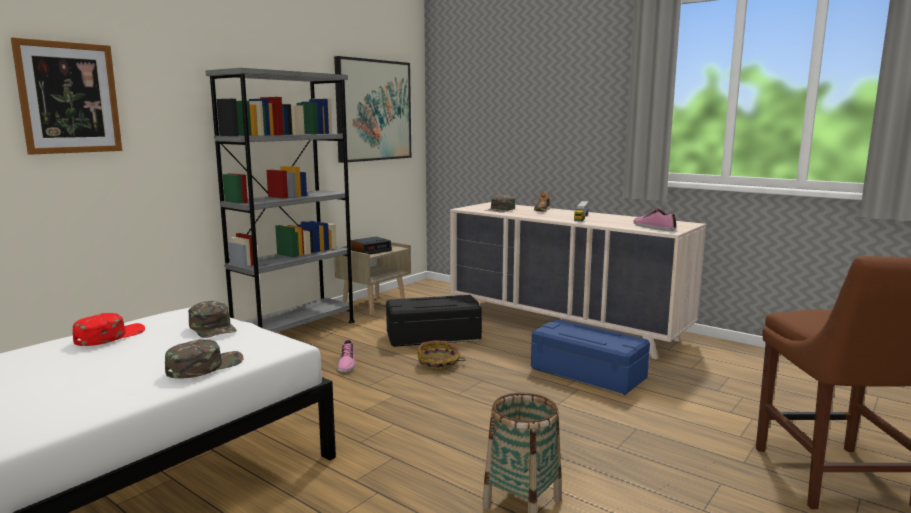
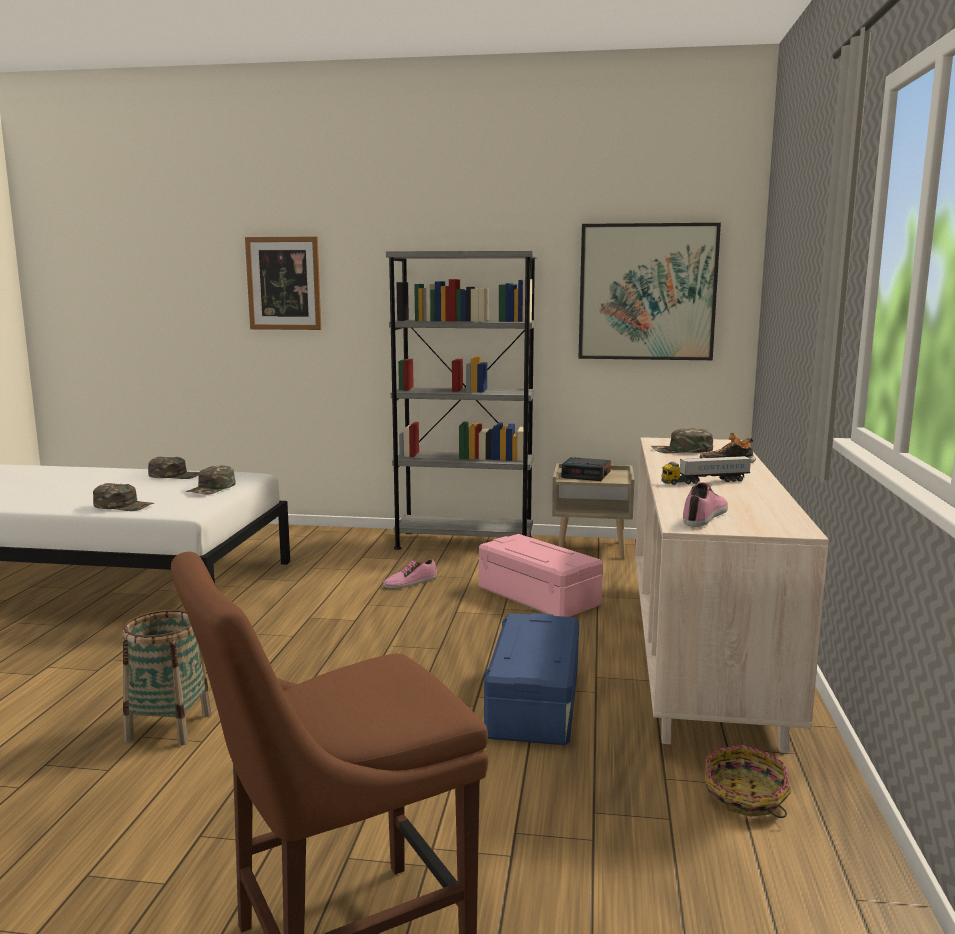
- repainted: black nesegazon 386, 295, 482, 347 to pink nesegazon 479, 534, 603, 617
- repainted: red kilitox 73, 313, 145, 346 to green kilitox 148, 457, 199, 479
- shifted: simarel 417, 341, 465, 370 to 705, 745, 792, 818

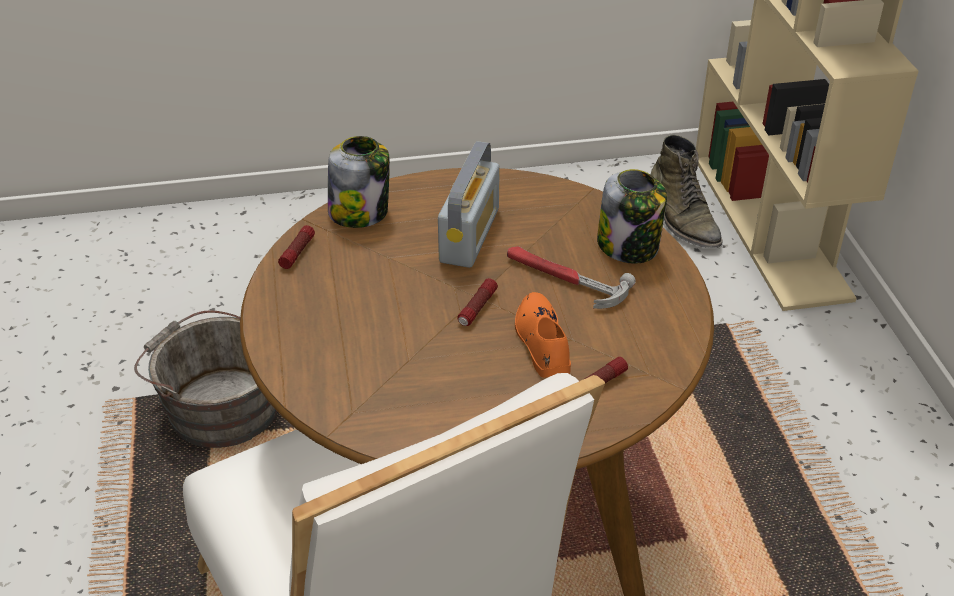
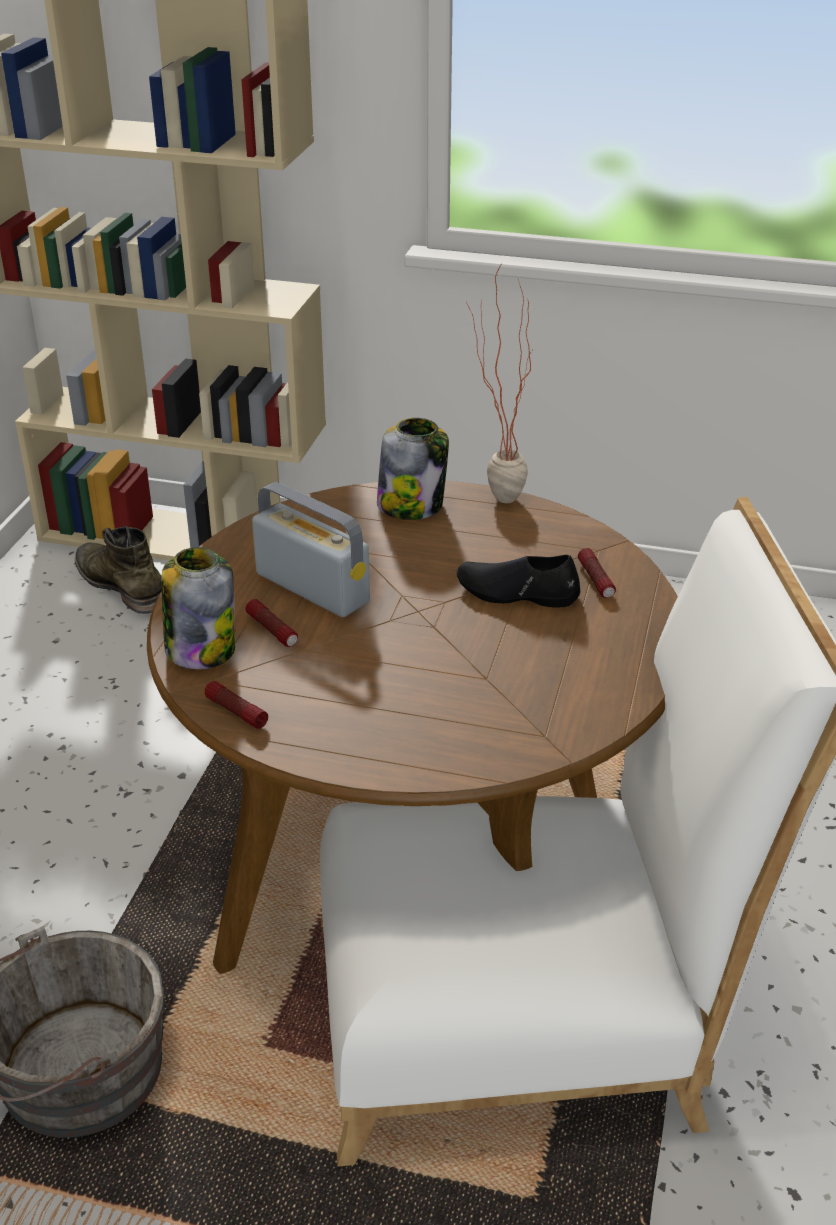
- rotated: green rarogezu 651, 135, 722, 248 = 75, 526, 162, 614 135 degrees counterclockwise
- gone: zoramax 507, 246, 636, 309
- shifted: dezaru 458, 278, 498, 326 to 245, 599, 298, 647
- repainted: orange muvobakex 515, 292, 571, 378 to black muvobakex 456, 555, 580, 608
- new: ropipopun 466, 263, 532, 503

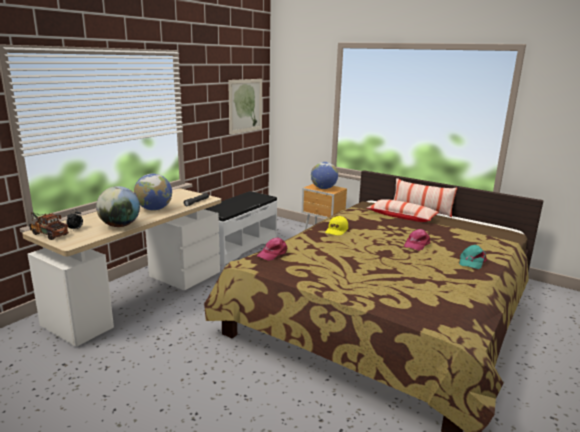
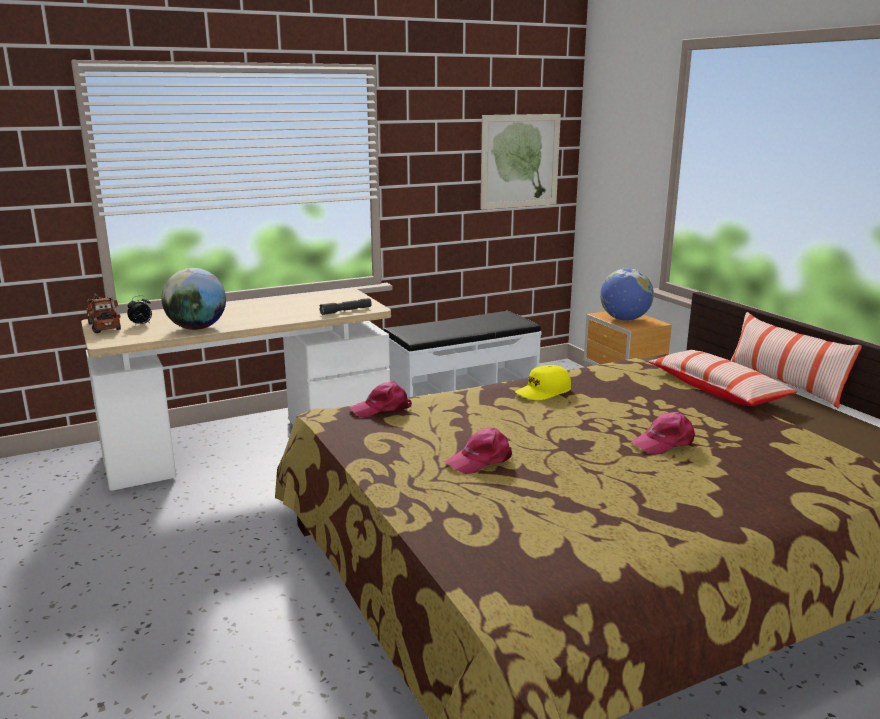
- gone: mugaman 134, 174, 172, 211
- gone: turquoise kilitox 460, 245, 487, 269
- new: pink kilitox 445, 427, 512, 474

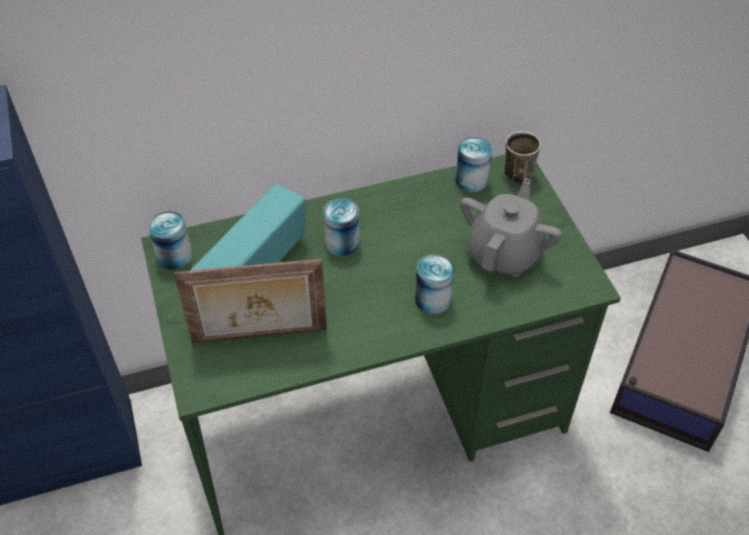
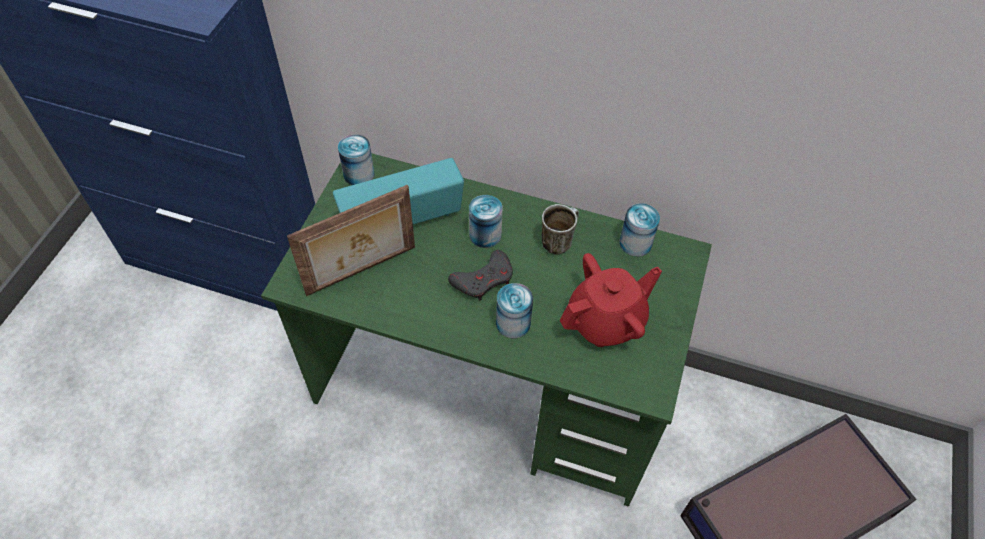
- shifted: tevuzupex 504, 131, 541, 183 to 542, 204, 579, 254
- repainted: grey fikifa 460, 178, 562, 277 to red fikifa 559, 253, 662, 347
- rotated: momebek 174, 259, 327, 343 = 287, 185, 415, 296 60 degrees counterclockwise
- new: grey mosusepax 448, 250, 513, 300

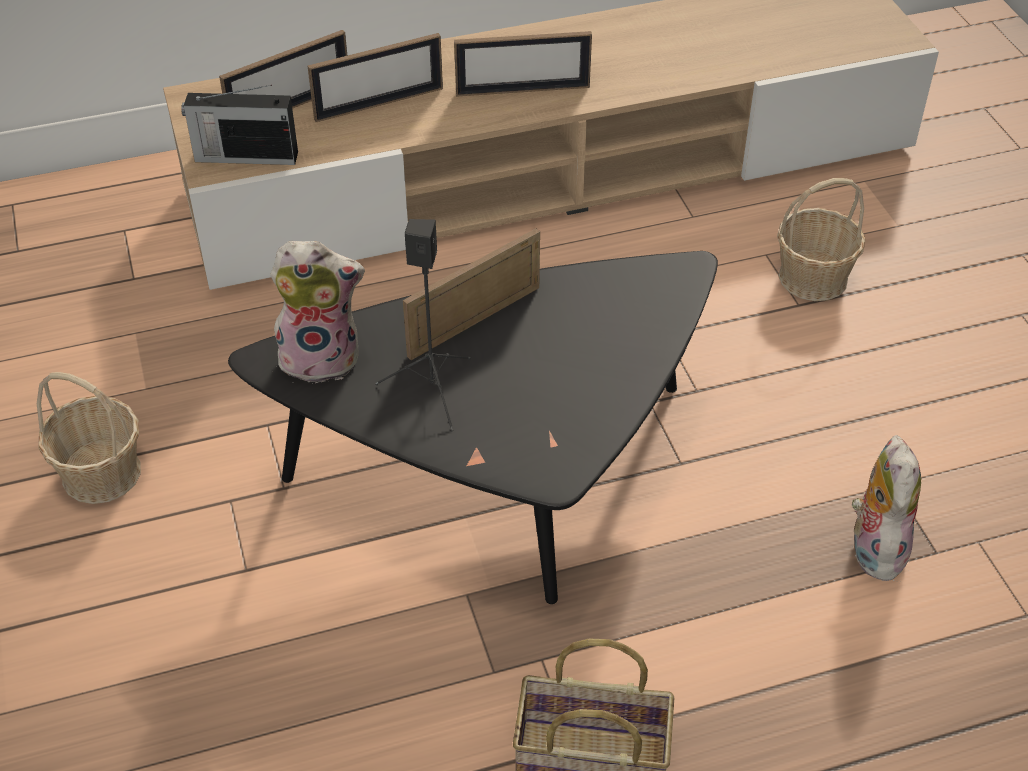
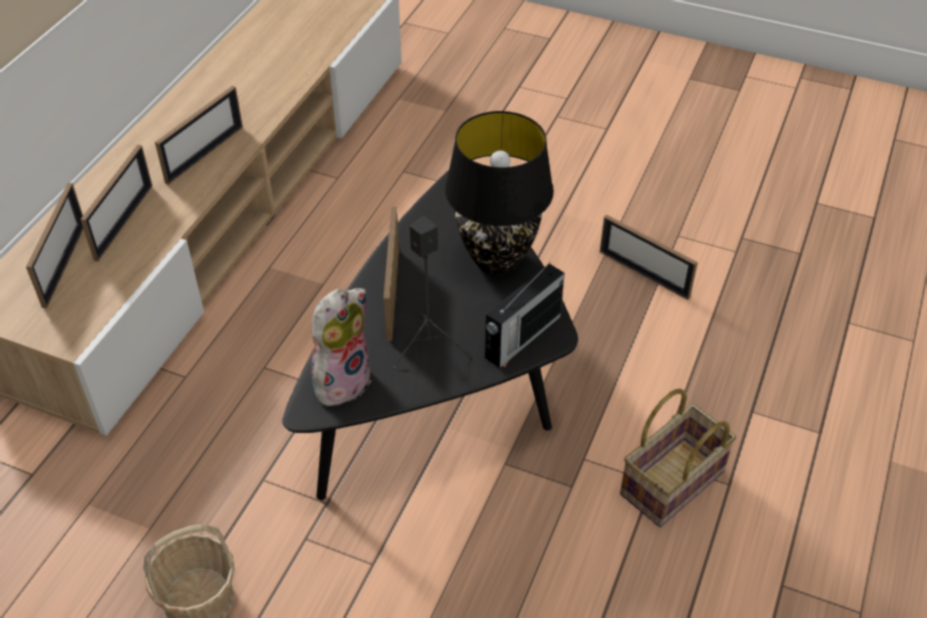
- shifted: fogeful 181, 85, 298, 165 to 485, 262, 565, 368
- gone: simarel 777, 178, 866, 301
- swapped: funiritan 852, 435, 921, 581 to momebek 600, 215, 698, 300
- new: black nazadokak 445, 111, 554, 275

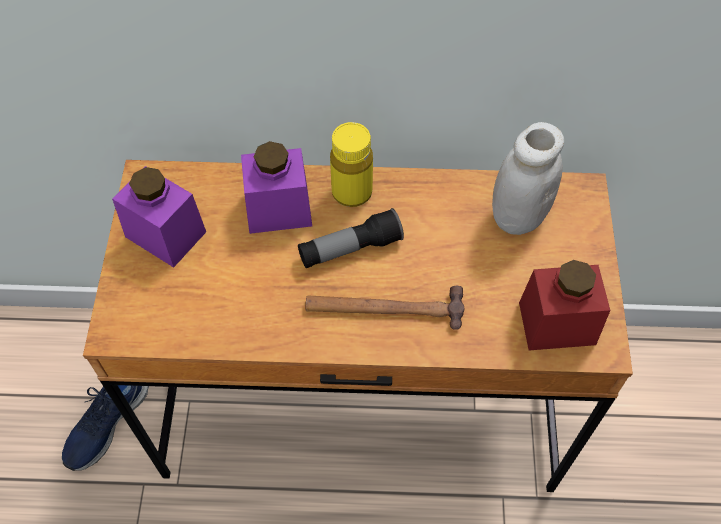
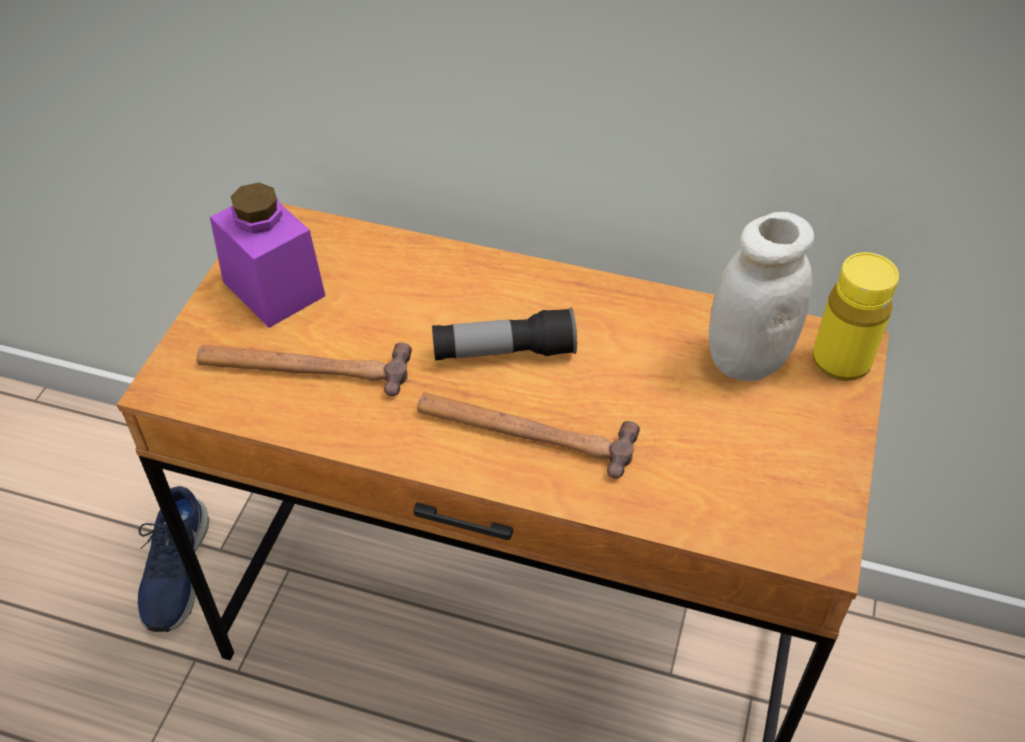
- shifted: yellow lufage 330, 122, 373, 207 to 813, 252, 899, 381
- gone: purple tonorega 241, 141, 312, 234
- gone: red tonorega 519, 260, 610, 350
- rotated: blue muvobakex 62, 385, 149, 471 = 137, 486, 209, 632 45 degrees counterclockwise
- new: zoramax 197, 343, 412, 396

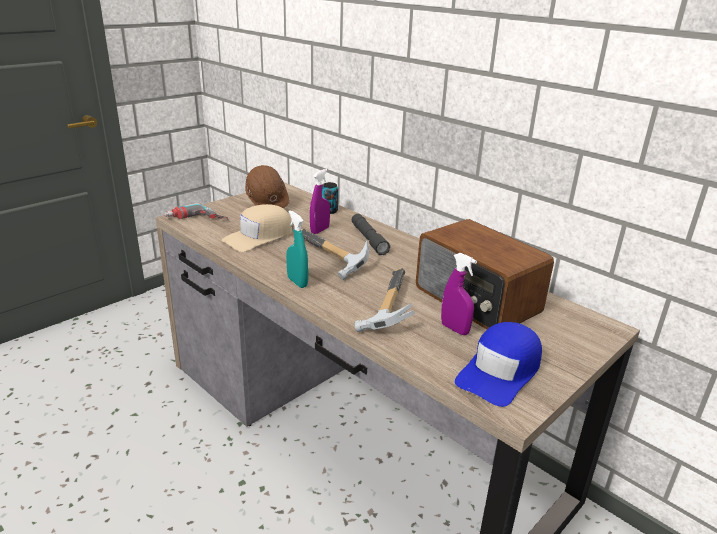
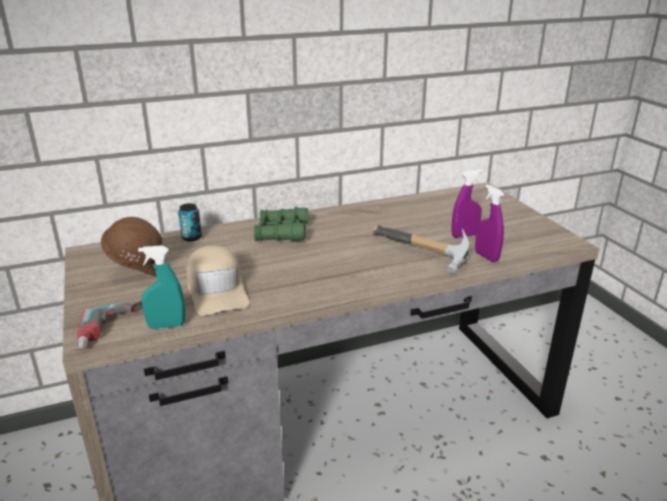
- shifted: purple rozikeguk 310, 169, 330, 234 to 475, 184, 504, 262
- shifted: turquoise rozikeguk 286, 210, 309, 288 to 138, 245, 185, 329
- swapped: grey dezaru 352, 214, 390, 255 to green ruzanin 254, 207, 309, 242
- gone: fogeful 416, 219, 554, 329
- gone: zoramax 301, 229, 370, 280
- gone: blue kilitox 455, 322, 542, 407

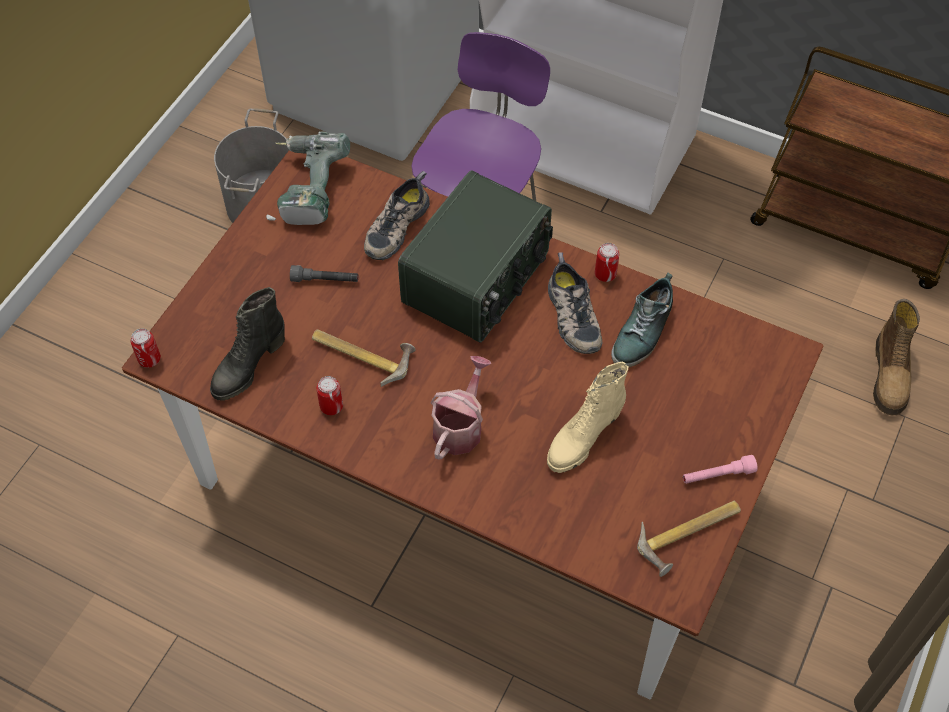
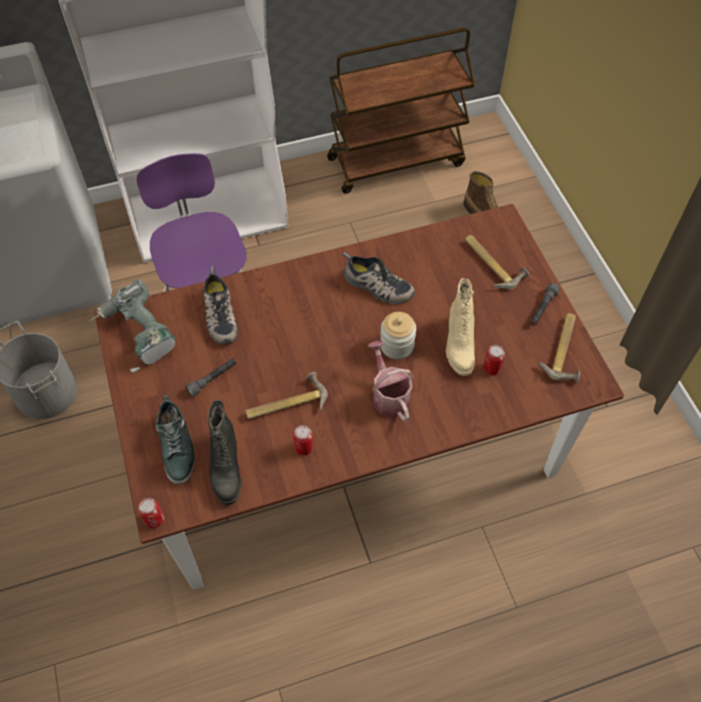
- gone: fogeful 398, 170, 553, 342
- shifted: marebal 595, 243, 619, 282 to 483, 345, 505, 375
- shifted: muvobakex 611, 273, 673, 368 to 156, 395, 195, 484
- repainted: pink dezaru 683, 455, 758, 484 to grey dezaru 530, 283, 560, 325
- new: zoramax 465, 235, 529, 289
- new: tonorega 380, 312, 416, 359

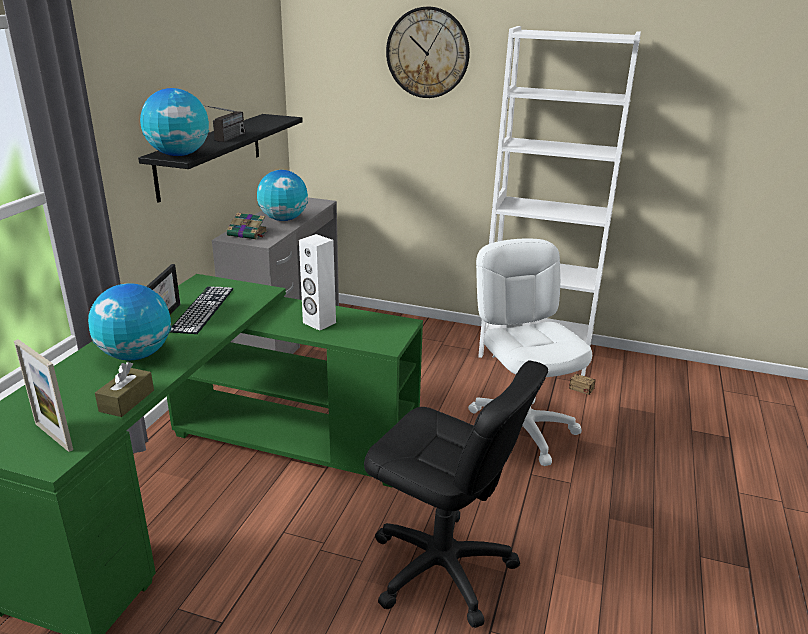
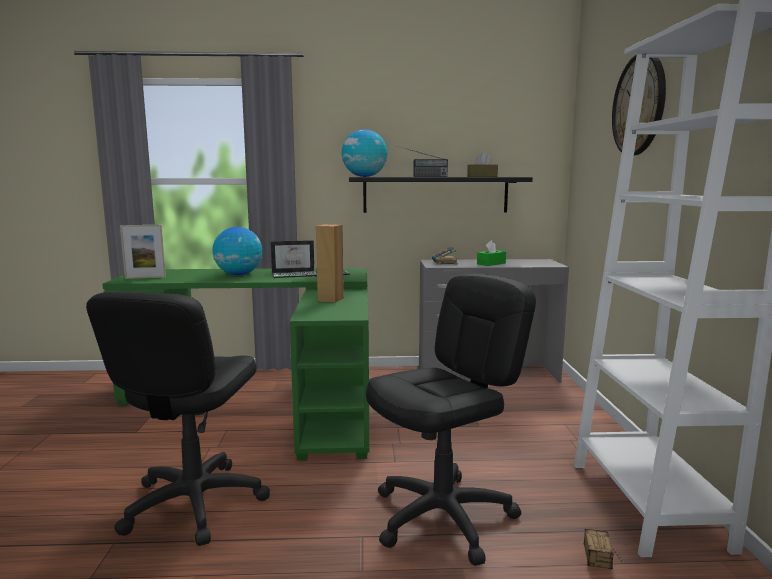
- swapped: mugaman 257, 170, 308, 221 to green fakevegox 477, 240, 506, 266
- repainted: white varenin 299, 234, 336, 331 to brown varenin 316, 224, 344, 303
- repainted: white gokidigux 468, 239, 592, 466 to black gokidigux 366, 274, 536, 566
- rotated: momebek 14, 339, 73, 452 = 120, 225, 166, 279 120 degrees counterclockwise
- shifted: brown fakevegox 95, 362, 154, 417 to 467, 152, 498, 177

